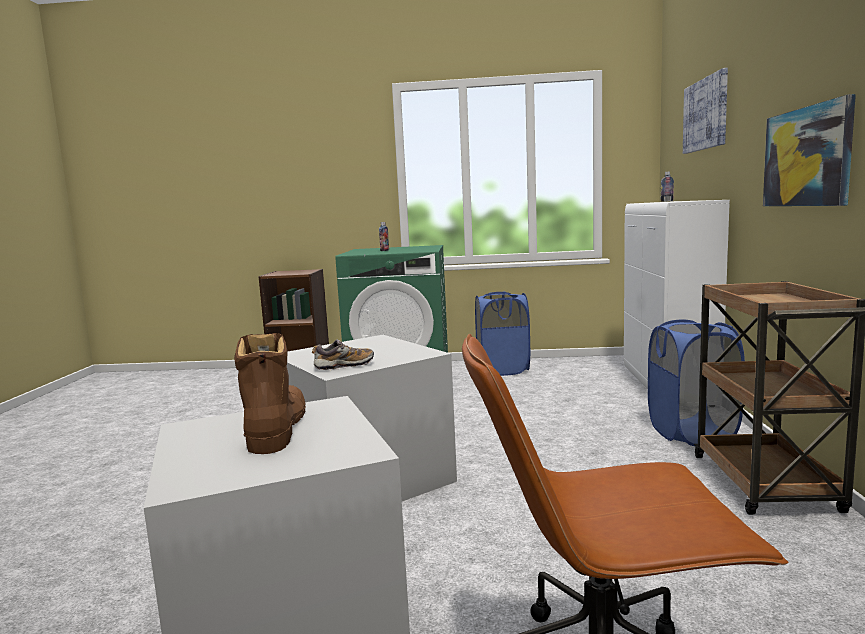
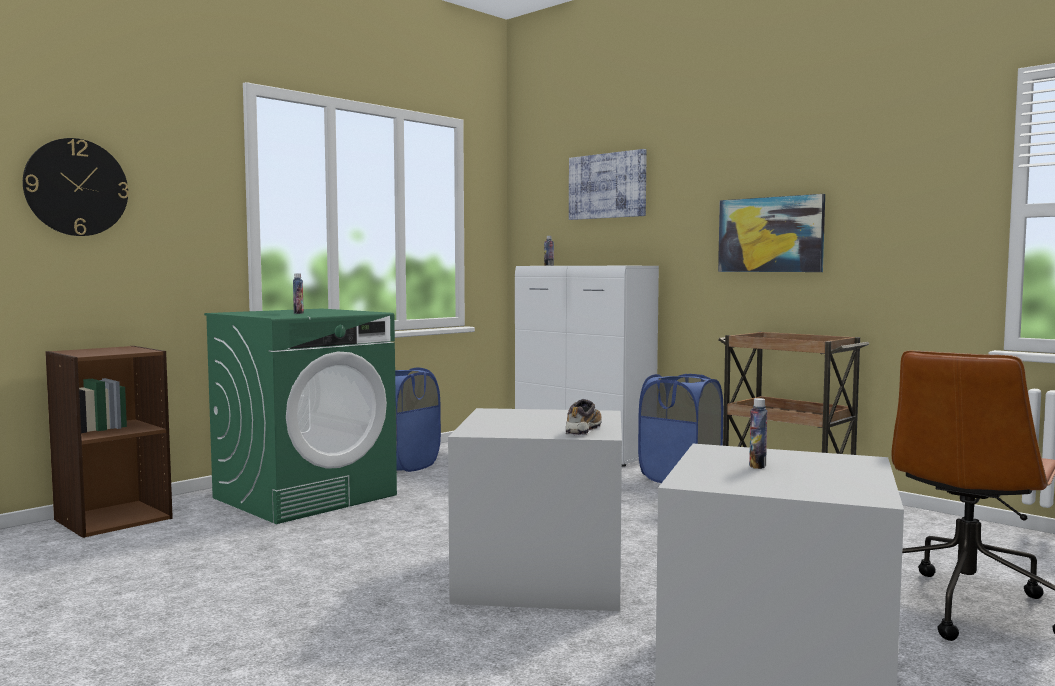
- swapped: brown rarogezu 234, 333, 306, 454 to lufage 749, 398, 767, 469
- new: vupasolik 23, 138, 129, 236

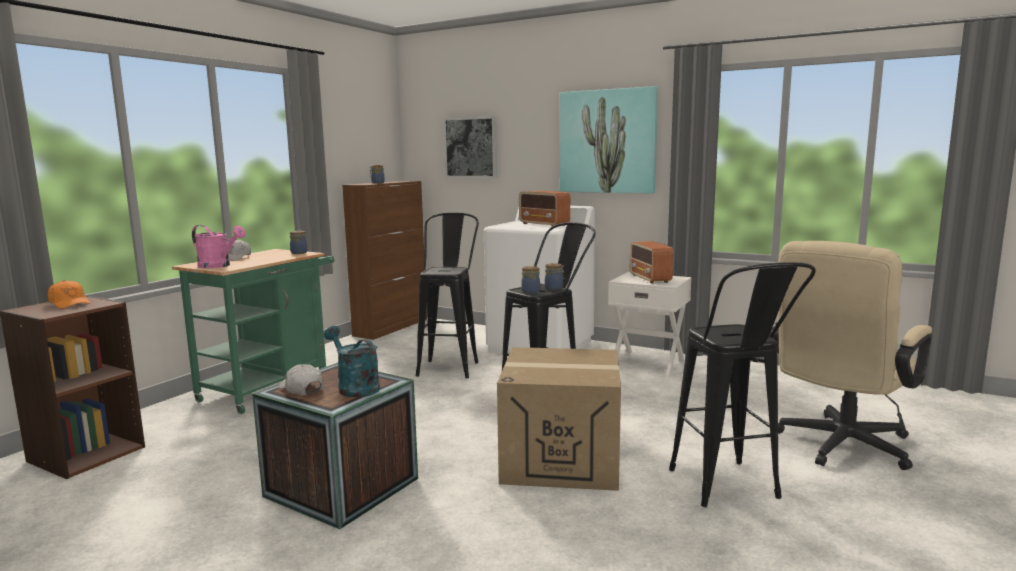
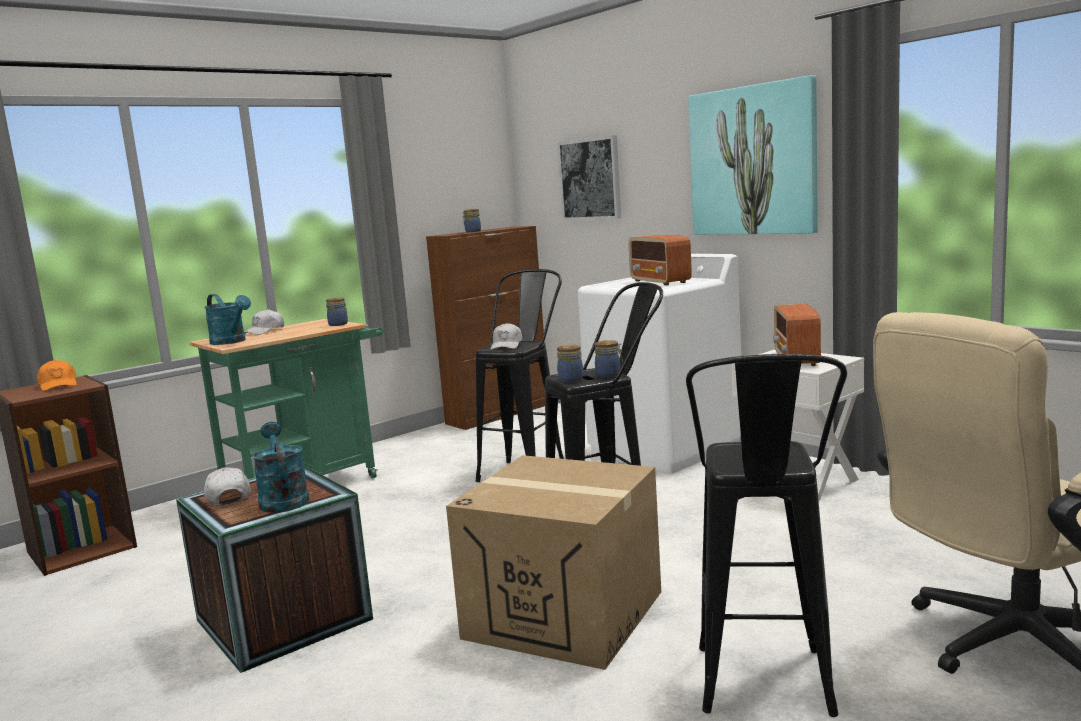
- repainted: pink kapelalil 192, 225, 246, 268 to turquoise kapelalil 204, 294, 251, 345
- new: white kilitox 491, 323, 522, 350

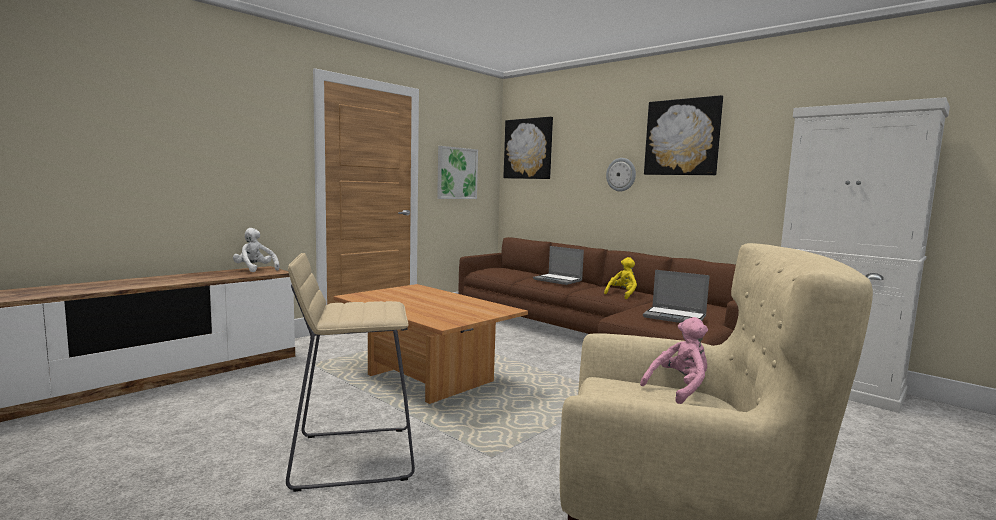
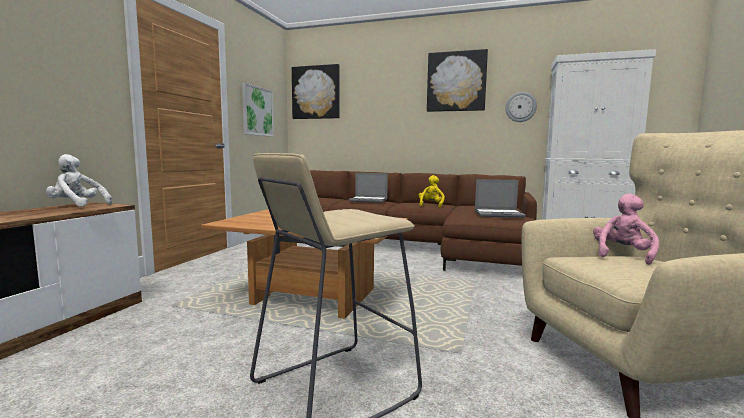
- shifted: vupasolik 606, 158, 636, 191 to 505, 92, 537, 122

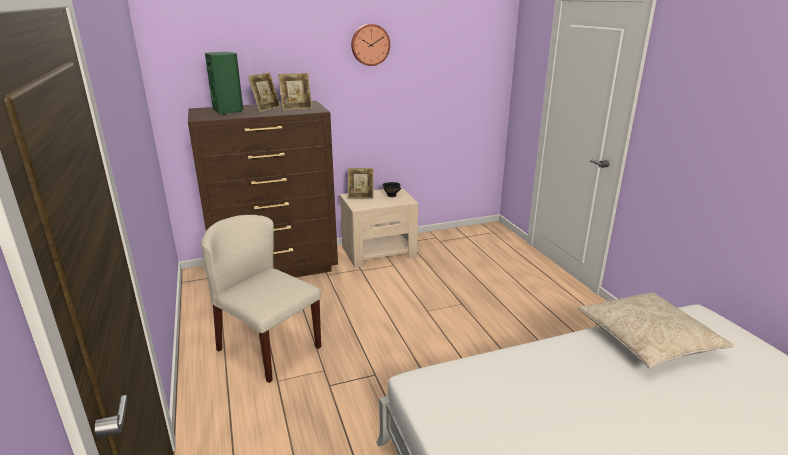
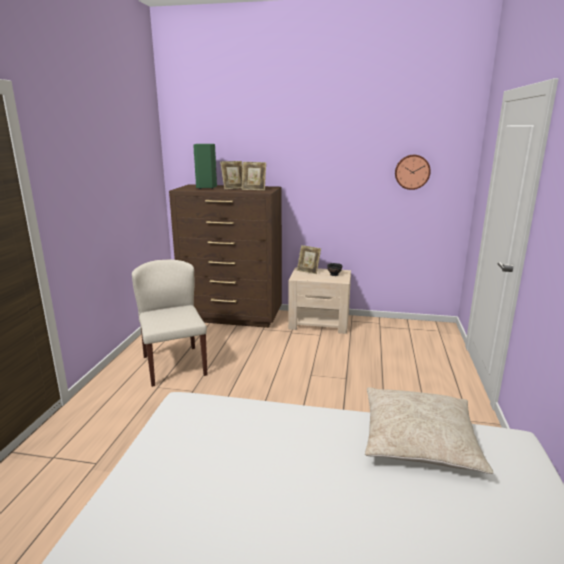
- shifted: vupasolik 351, 24, 390, 66 to 395, 155, 431, 190

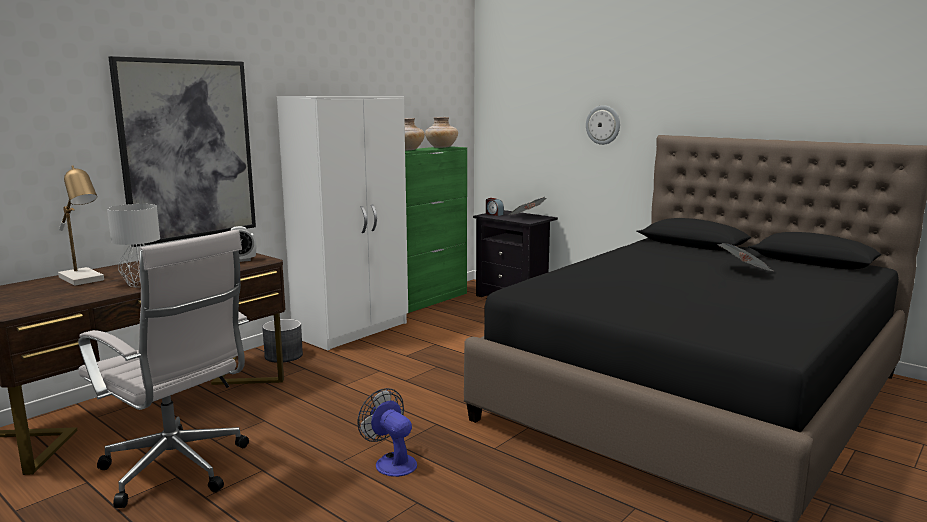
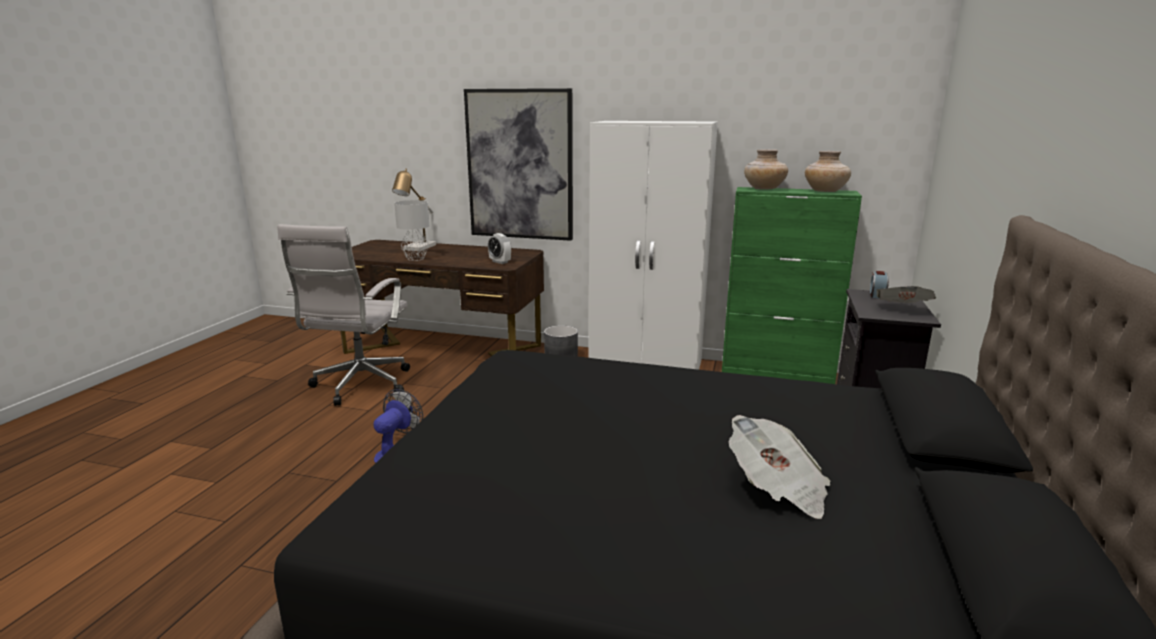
- gone: vupasolik 586, 105, 620, 145

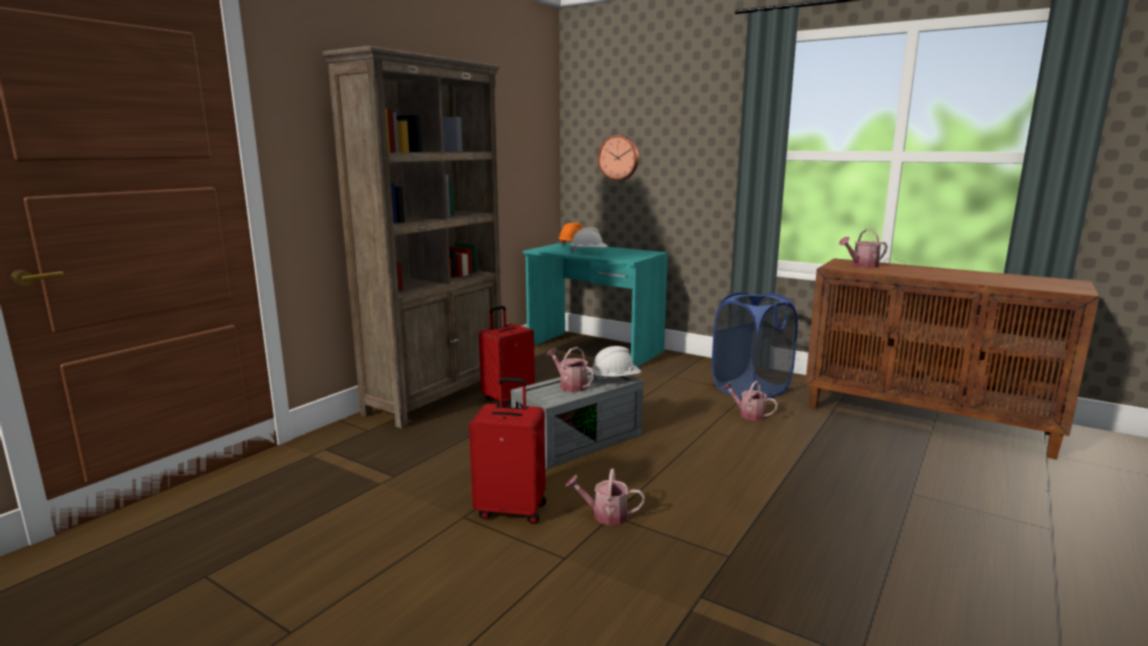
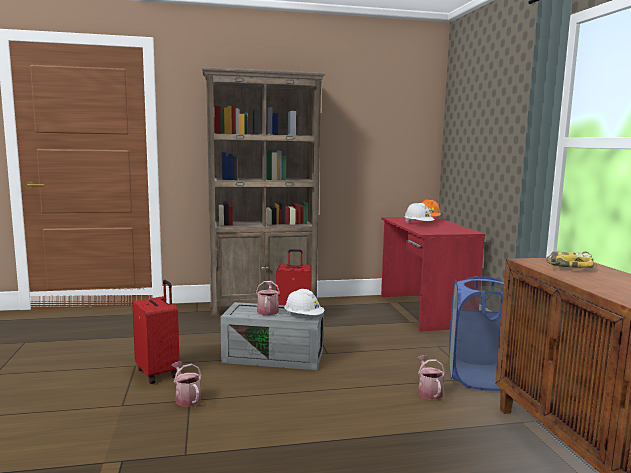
- gone: vupasolik 598, 135, 639, 181
- swapped: kapelalil 839, 229, 888, 268 to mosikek 546, 251, 594, 268
- repainted: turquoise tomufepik 523, 243, 668, 367 to red tomufepik 381, 217, 485, 332

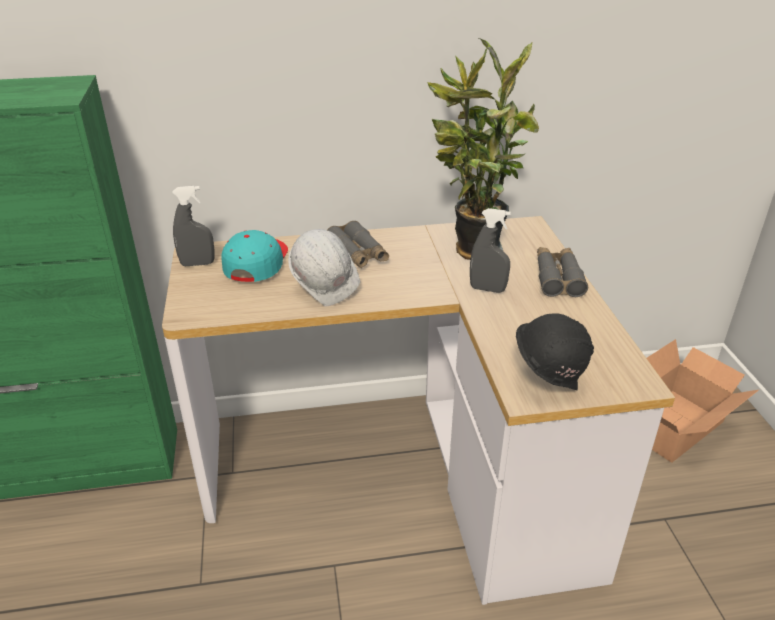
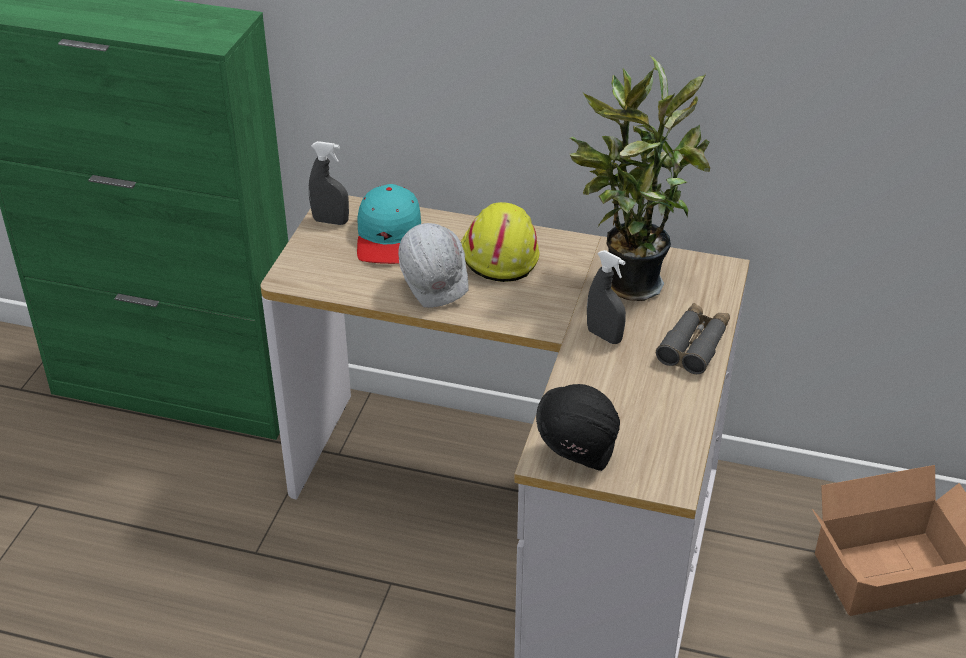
- swapped: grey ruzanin 327, 221, 389, 268 to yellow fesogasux 461, 202, 540, 282
- rotated: turquoise kilitox 221, 230, 288, 282 = 357, 184, 421, 264 150 degrees clockwise

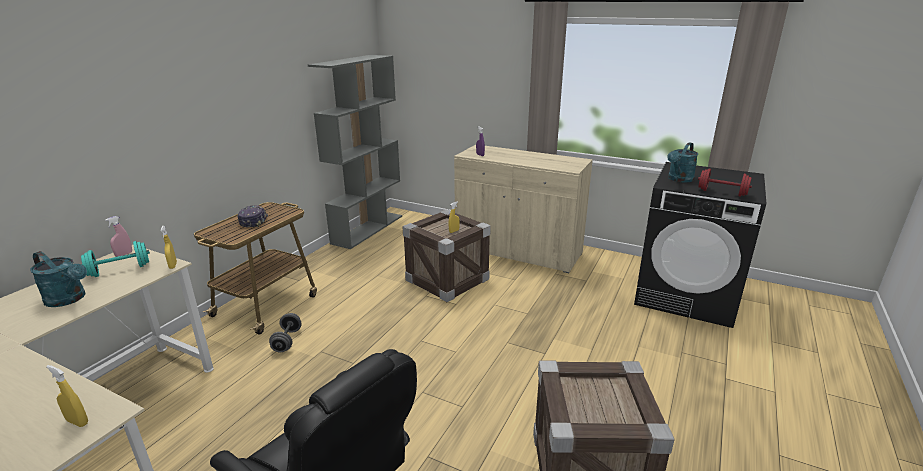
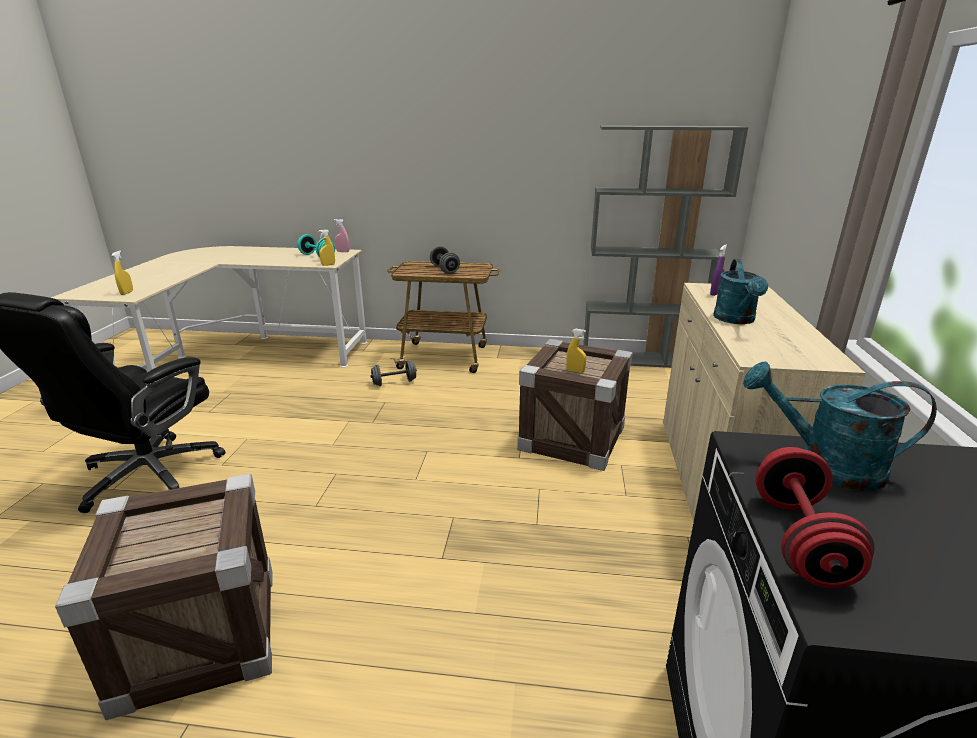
- swapped: kilitox 237, 205, 268, 227 to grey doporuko 430, 246, 460, 274
- shifted: turquoise kapelalil 30, 251, 87, 307 to 713, 259, 768, 324

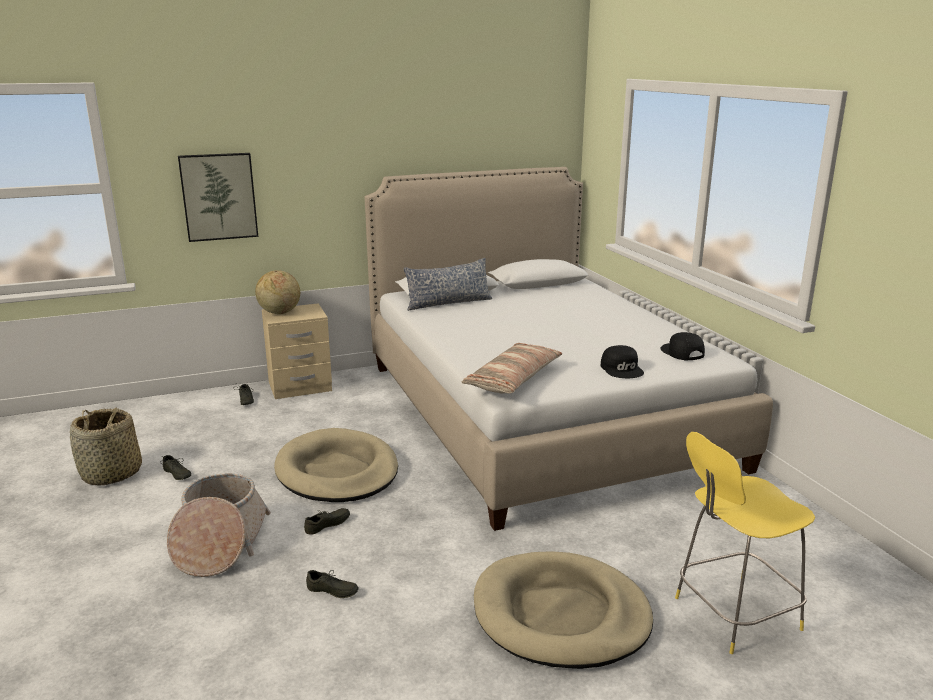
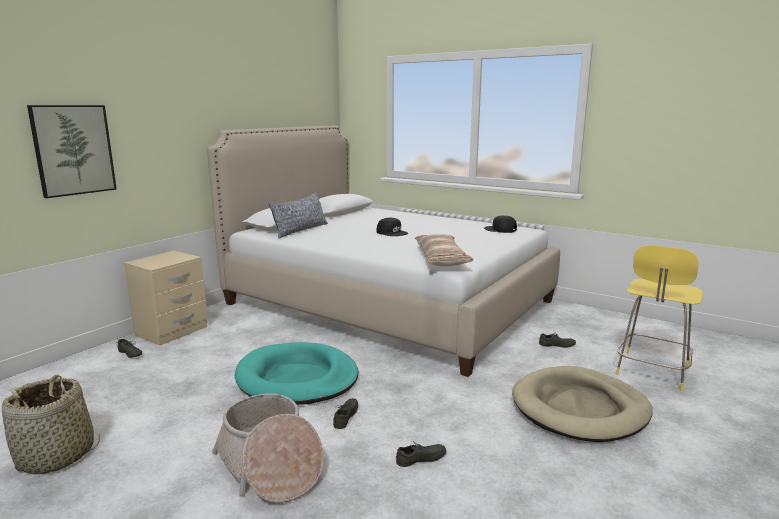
- gone: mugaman 255, 270, 300, 314
- shifted: black kilitox 601, 345, 644, 378 to 376, 218, 408, 236
- repainted: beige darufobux 274, 428, 398, 502 to turquoise darufobux 235, 342, 358, 405
- shifted: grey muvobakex 160, 455, 191, 480 to 539, 334, 576, 348

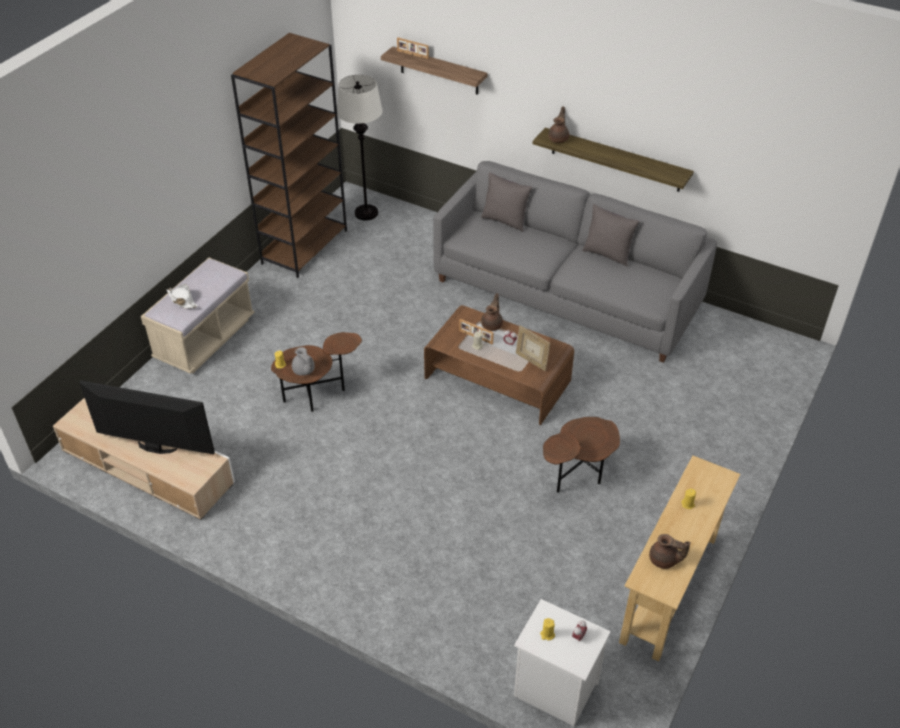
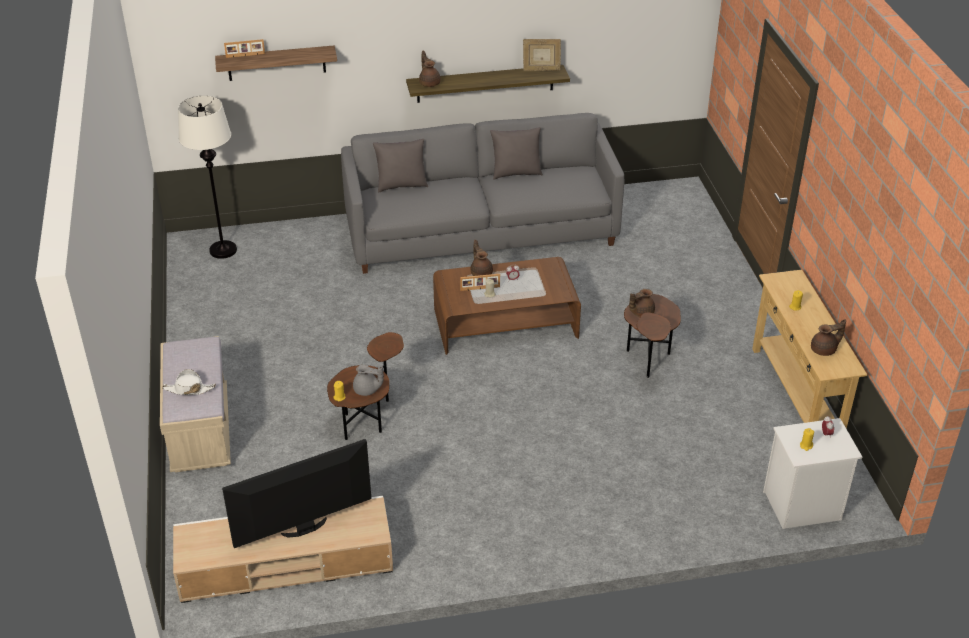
- gone: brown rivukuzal 231, 33, 347, 278
- shifted: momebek 516, 325, 550, 371 to 523, 39, 561, 71
- new: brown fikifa 629, 289, 655, 317

